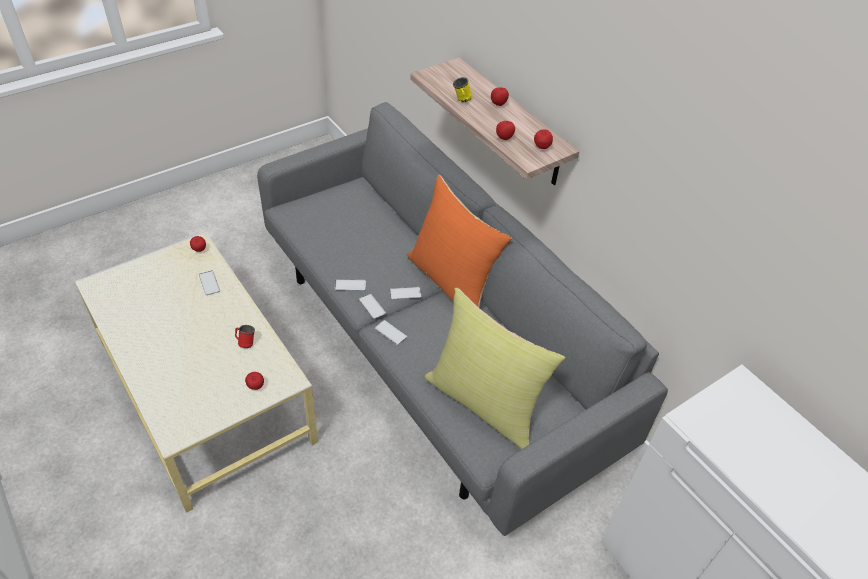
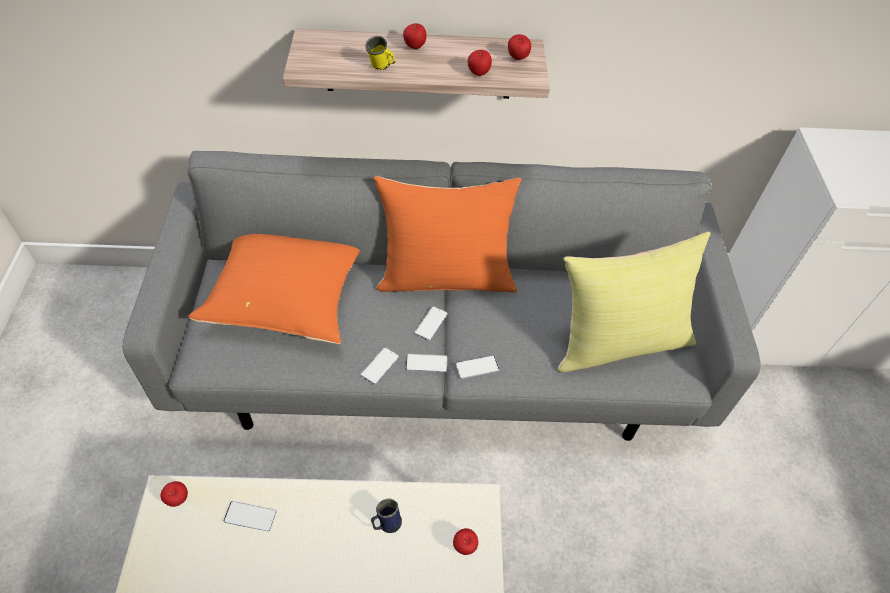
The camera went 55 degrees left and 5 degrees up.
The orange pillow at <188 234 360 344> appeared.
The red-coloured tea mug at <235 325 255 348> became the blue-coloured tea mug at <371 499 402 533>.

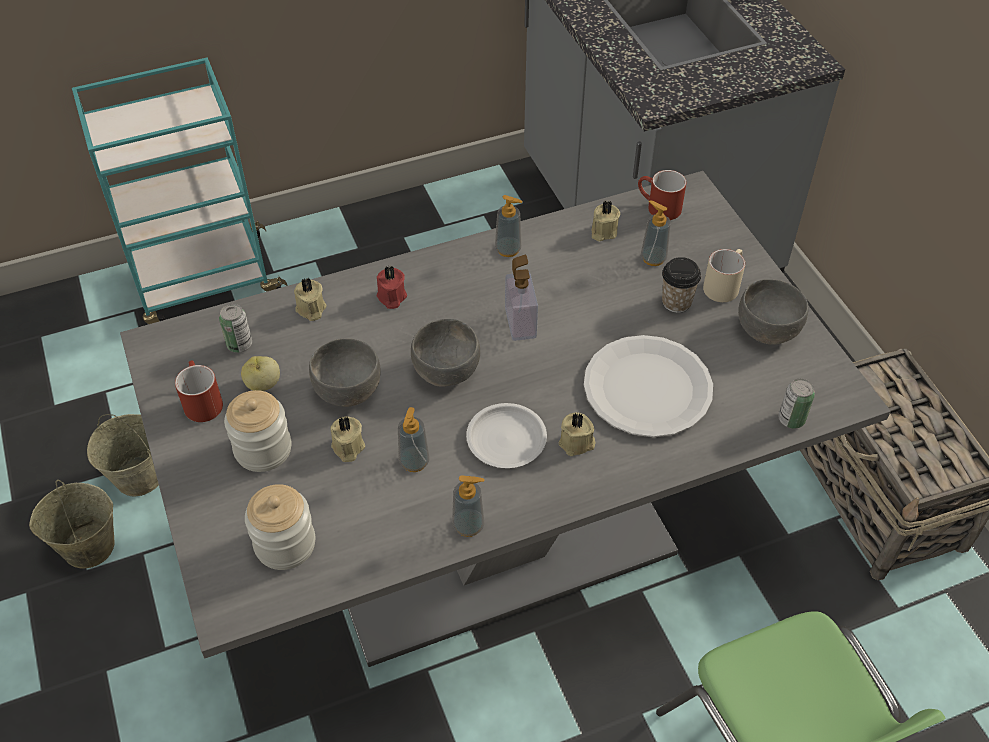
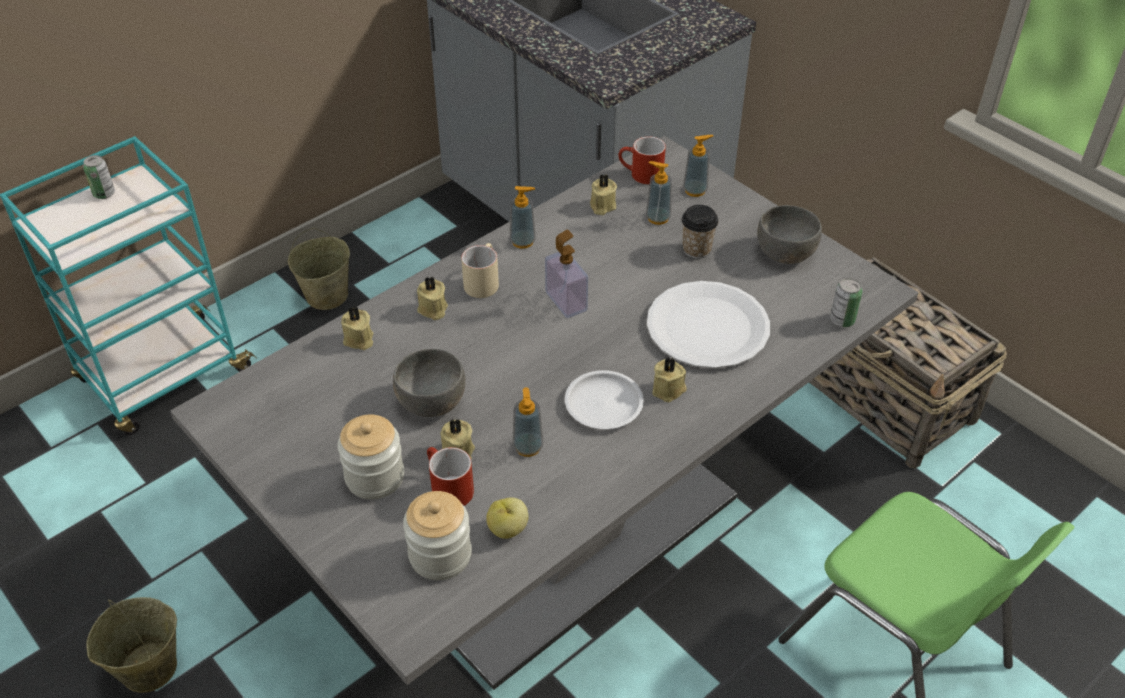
The camera went 20 degrees left and 5 degrees down.
The can moved from <219 304 252 353> to <83 155 115 199>.
The sand-coloured water bucket moved from <87 414 159 497> to <288 228 350 310>.
The red-coloured candle at <377 266 407 309> became the sand-coloured candle at <417 276 448 320>.
The red-coloured tea mug moved from <175 361 223 422> to <427 447 474 506>.
The sand-coloured tea mug moved from <703 249 745 302> to <461 243 499 298>.
The whole apple moved from <241 356 280 391> to <486 497 528 539>.
The soap bottle moved from <452 475 485 537> to <683 135 713 197>.
The grey deep dish at <411 319 480 387> disappeared.

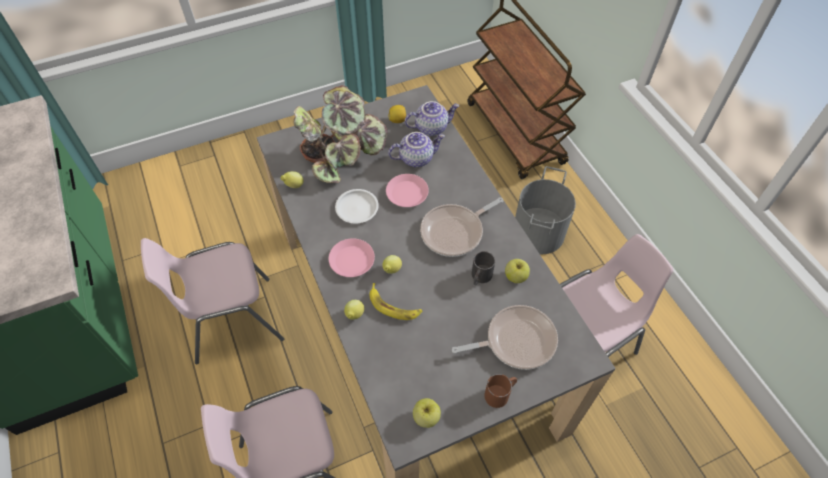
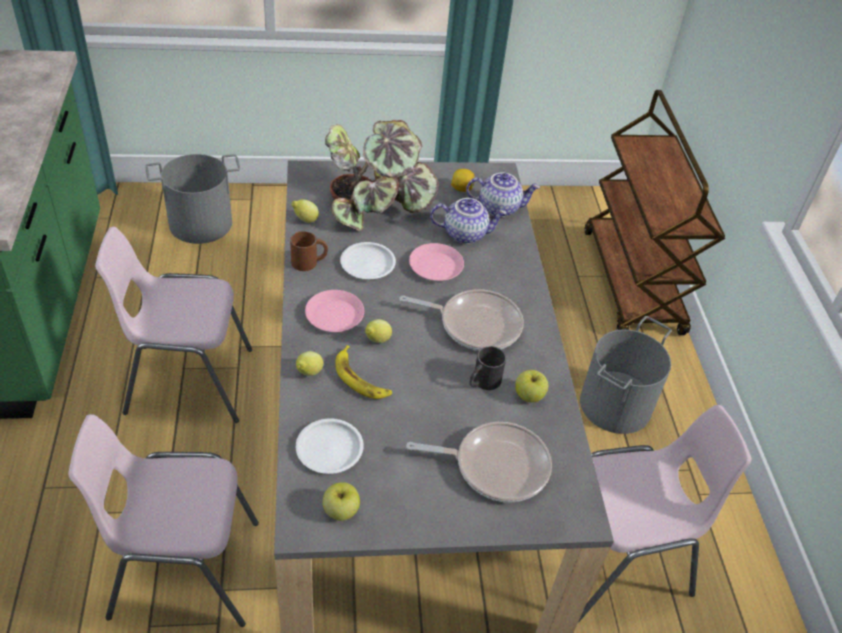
The camera went 15 degrees right and 10 degrees down.
The grey water bucket at <146 154 240 244> appeared.
The brown-coloured tea mug moved from <484 374 517 408> to <290 231 328 271>.
The whitish flat dish at <296 419 364 474> appeared.
The skillet at <420 197 504 257> turned 150 degrees counterclockwise.

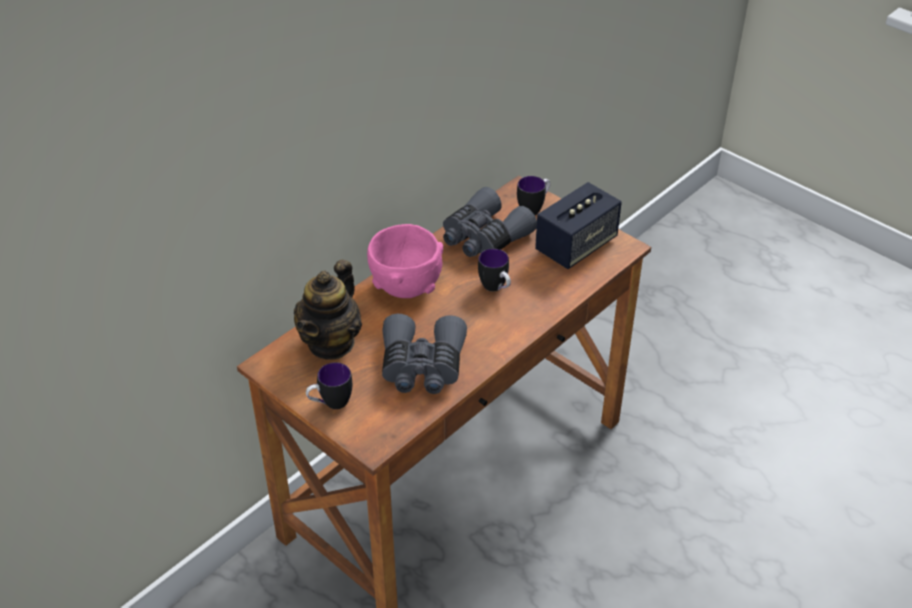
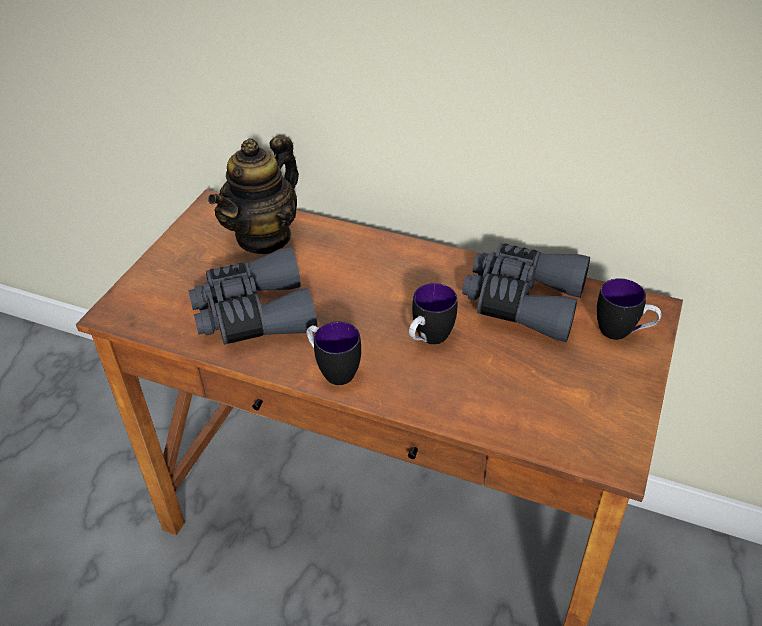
The camera went 70 degrees right and 0 degrees up.
The pot for tea at <294 259 362 360> turned 60 degrees counterclockwise.
The tea mug moved from <306 362 352 409> to <306 321 361 385>.
The pink deep dish at <367 224 443 298> disappeared.
The speaker at <535 182 622 269> disappeared.

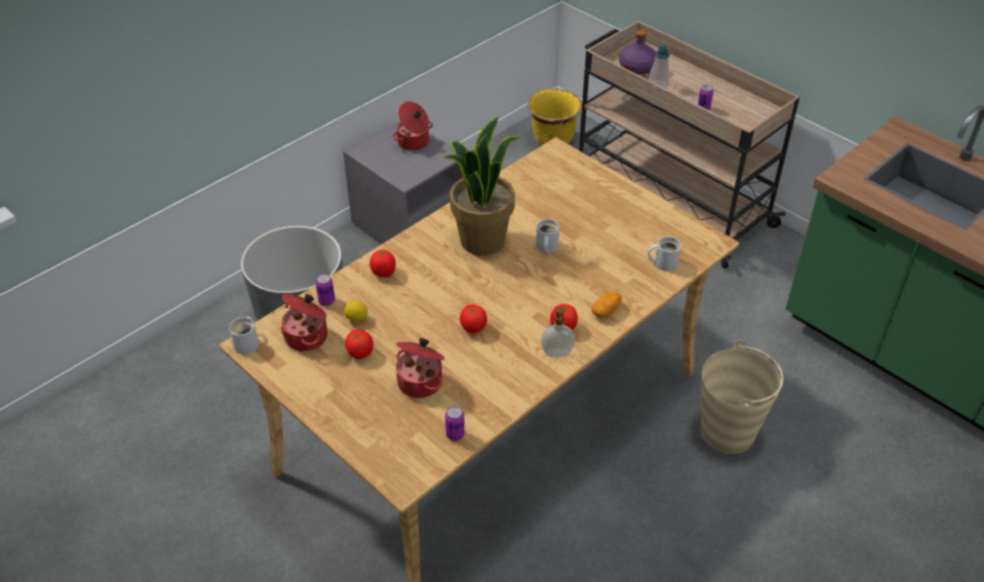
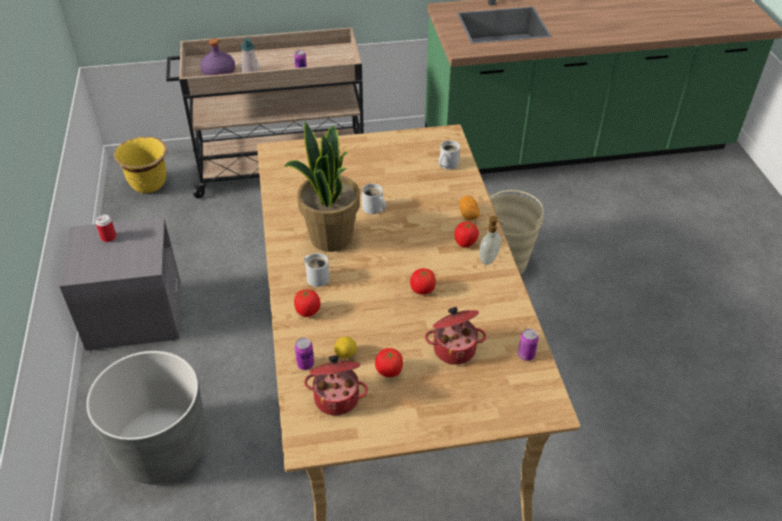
The camera went 55 degrees left and 0 degrees up.
The saucepot at <392 101 433 150> was replaced by the can at <95 214 116 242>.
The whitish tea mug moved from <229 317 259 354> to <304 253 329 287>.

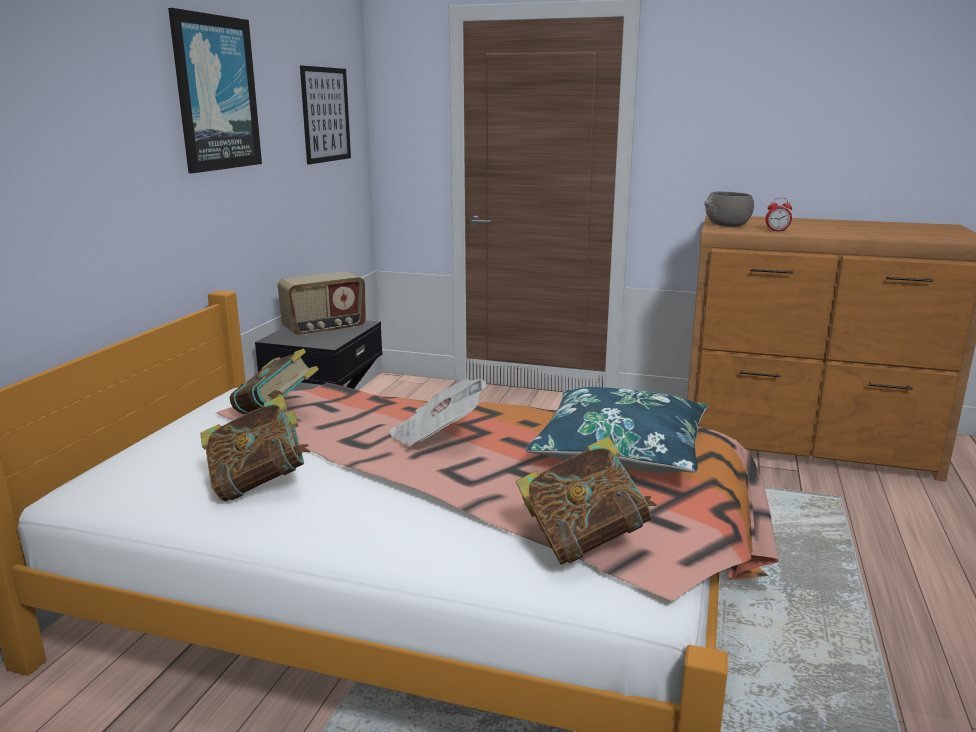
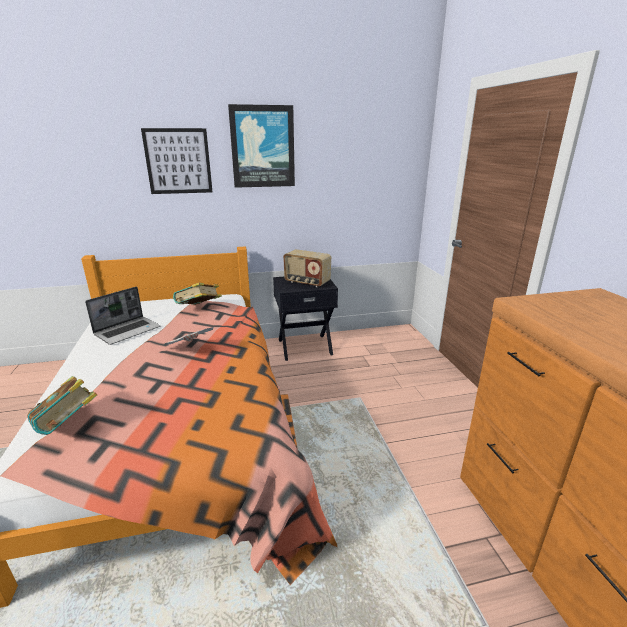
The camera went 60 degrees right and 5 degrees up.
The bound book at <200 395 311 502> was replaced by the notebook computer at <85 287 160 345>.
The wall picture moved from <300 66 351 164> to <141 128 213 194>.
The blue-coloured pillow at <526 387 707 473> disappeared.
The grey deep dish at <704 191 754 227> disappeared.
The bedside clock at <765 198 792 232> disappeared.

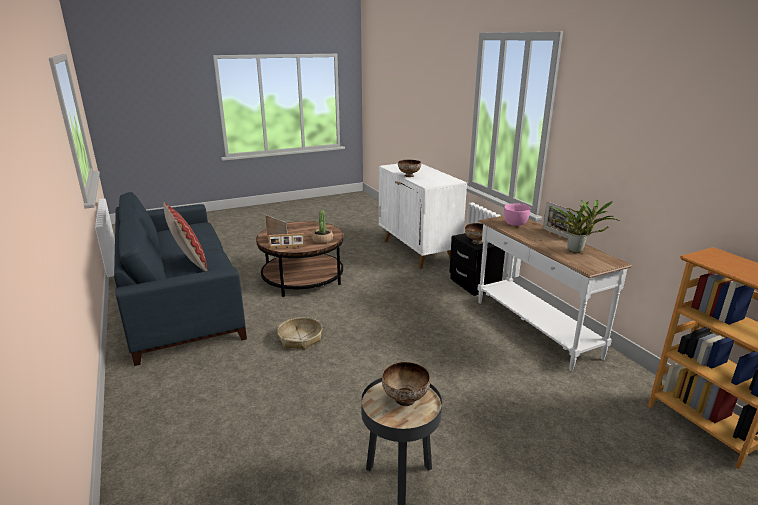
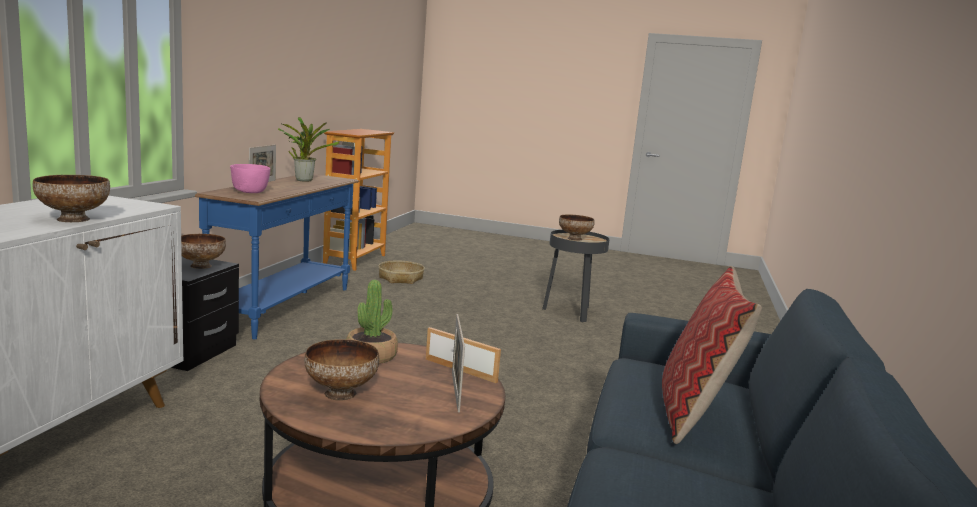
The camera went 140 degrees left and 10 degrees down.
The whitish hall table at <477 216 632 371> became the blue-coloured hall table at <195 174 359 340>.
The deep dish at <304 339 379 401> appeared.
The household basket moved from <277 317 322 350> to <378 261 425 284>.

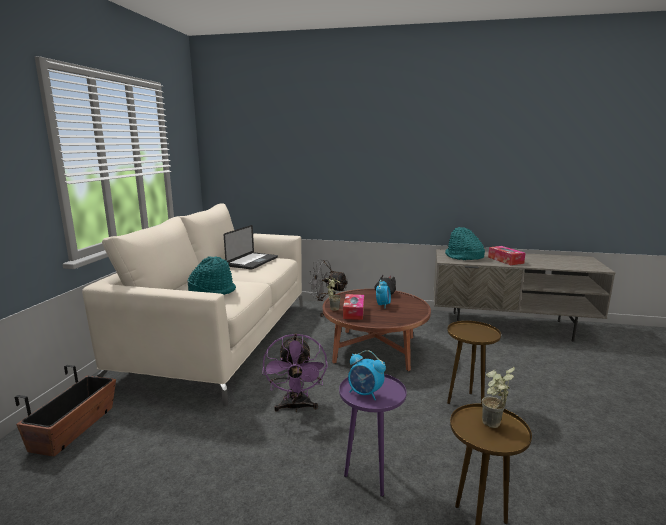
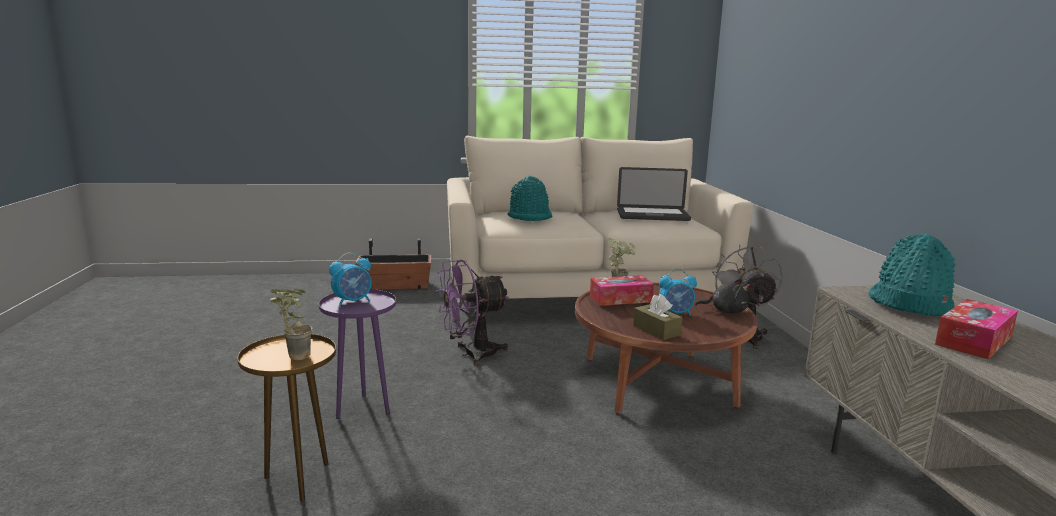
The camera went 70 degrees right and 0 degrees up.
The bedside clock at <348 350 386 400> turned 135 degrees counterclockwise.
The brown-coloured tissue box at <633 294 682 340> appeared.
The brown-coloured accent table at <447 321 501 404> disappeared.

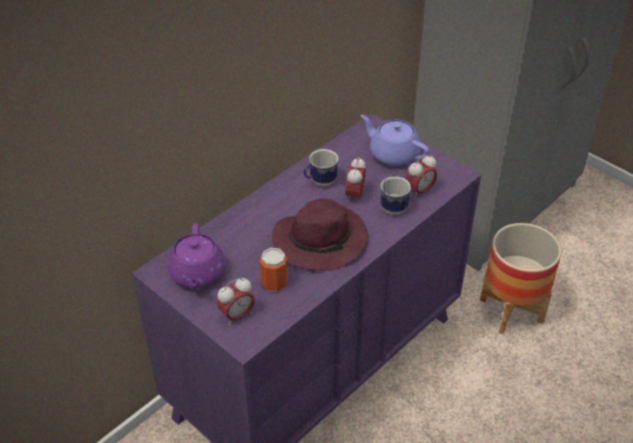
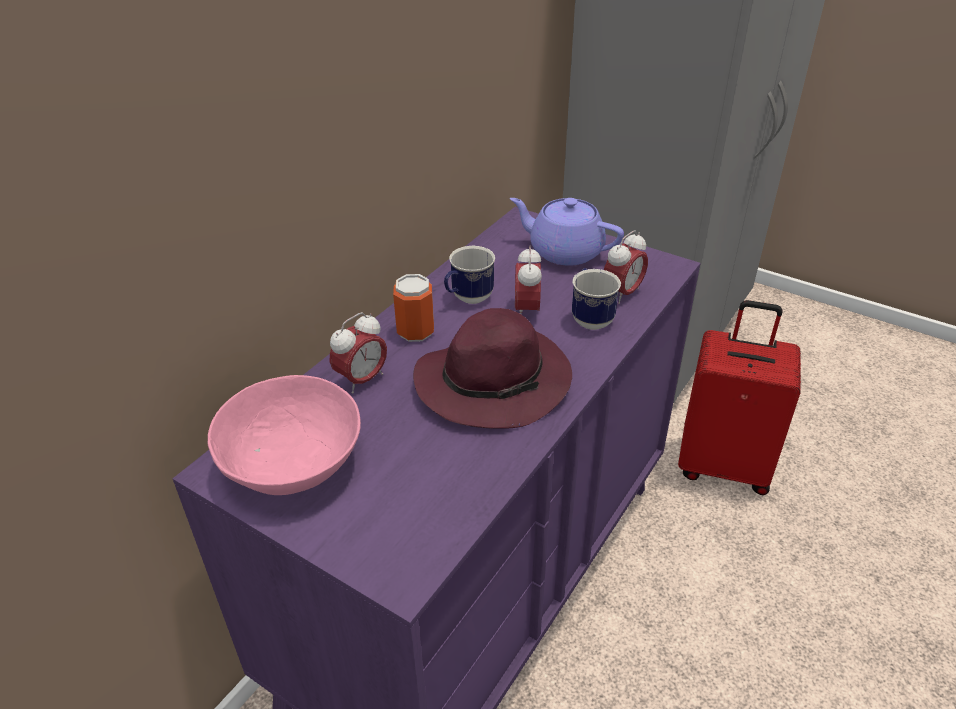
The camera went 10 degrees left and 5 degrees down.
The purplish pot for tea at <168 223 226 290> was replaced by the pink deep dish at <208 375 361 495>.
The bedside clock moved from <217 278 255 325> to <330 312 387 394>.
The can moved from <260 248 288 292> to <393 274 434 342>.
The flower pot at <480 223 561 335> was replaced by the red-coloured piece of luggage at <678 300 801 495>.

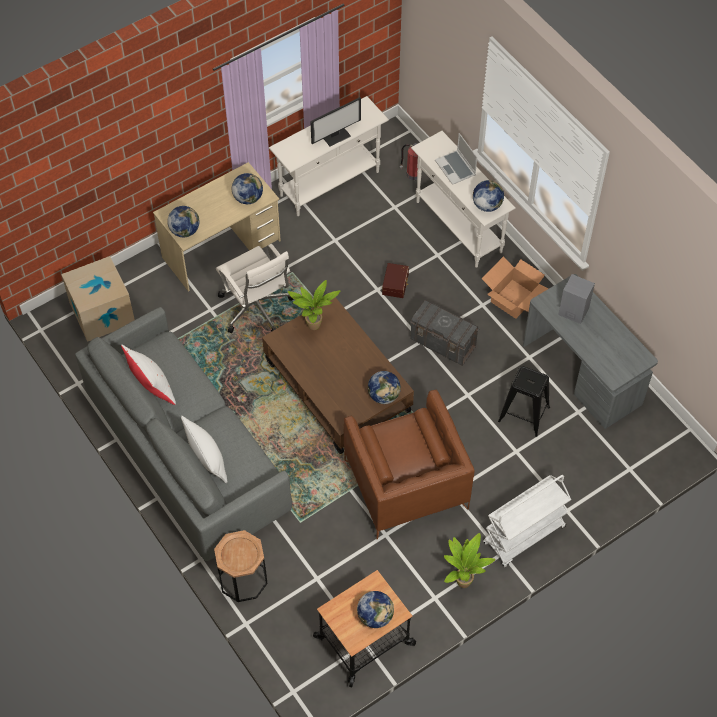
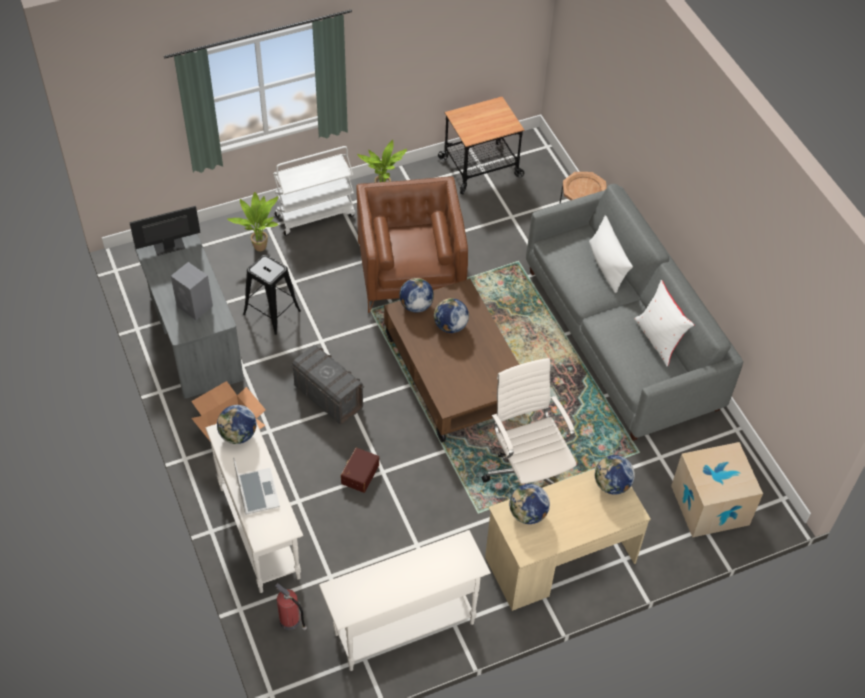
The camera went 170 degrees left and 5 degrees down.
The computer display moved from <310 97 361 147> to <129 206 201 256>.
The houseplant moved from <288 280 340 330> to <227 192 279 251>.
The world globe moved from <357 591 394 628> to <434 298 469 333>.

